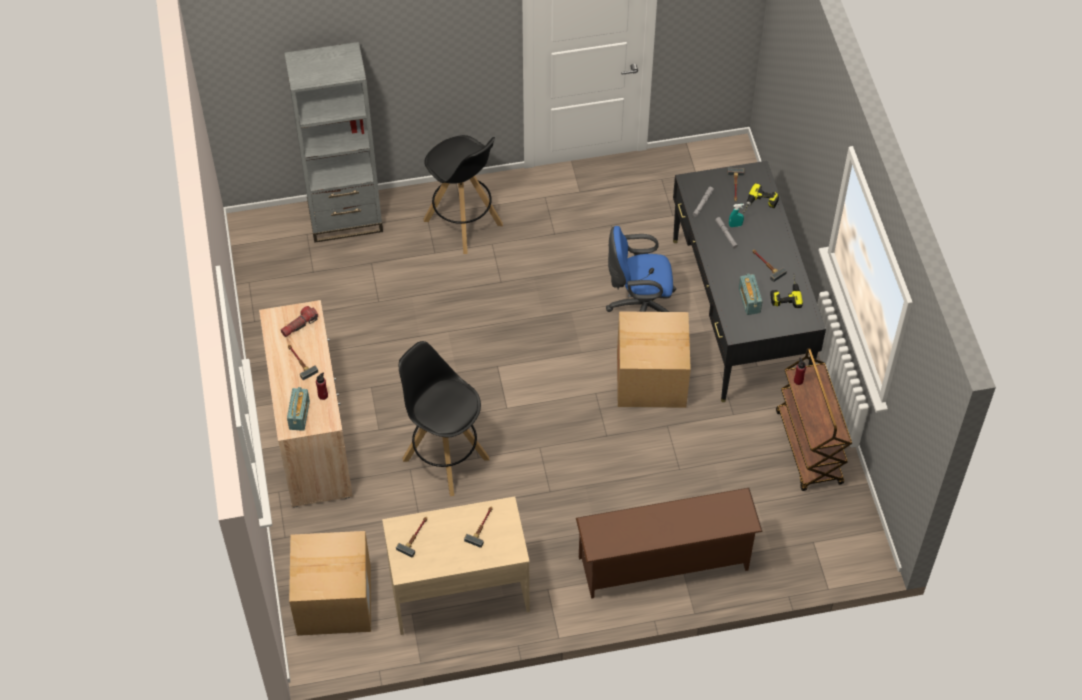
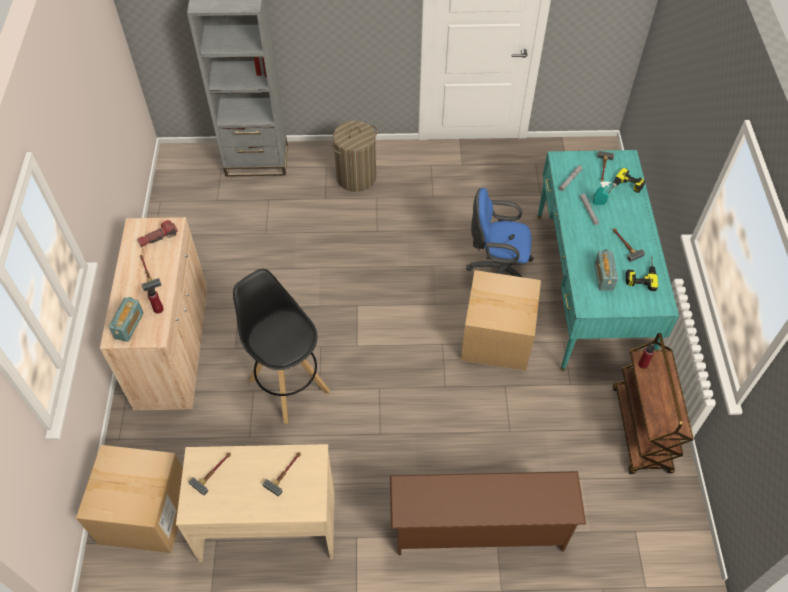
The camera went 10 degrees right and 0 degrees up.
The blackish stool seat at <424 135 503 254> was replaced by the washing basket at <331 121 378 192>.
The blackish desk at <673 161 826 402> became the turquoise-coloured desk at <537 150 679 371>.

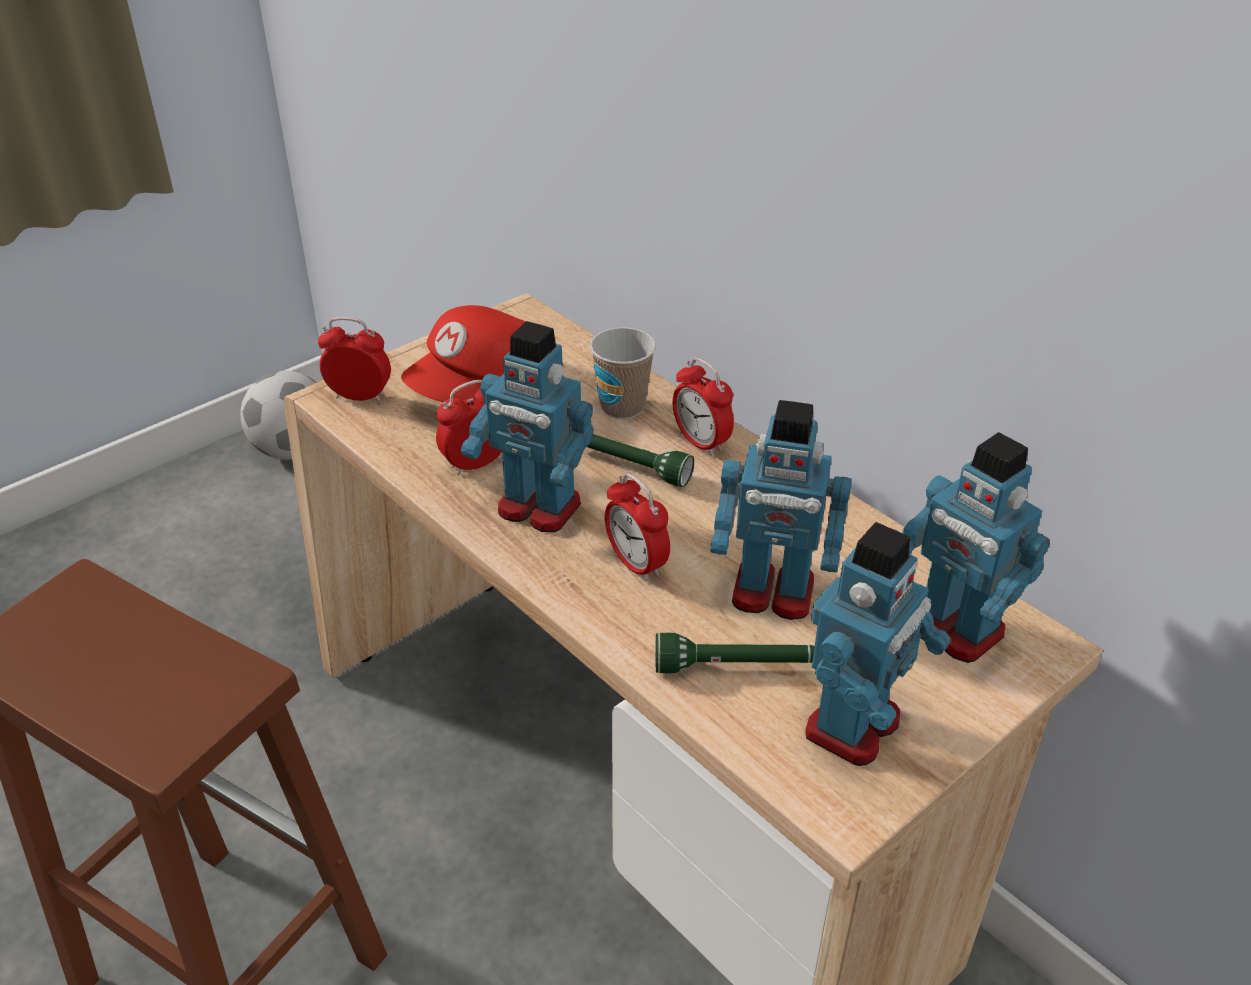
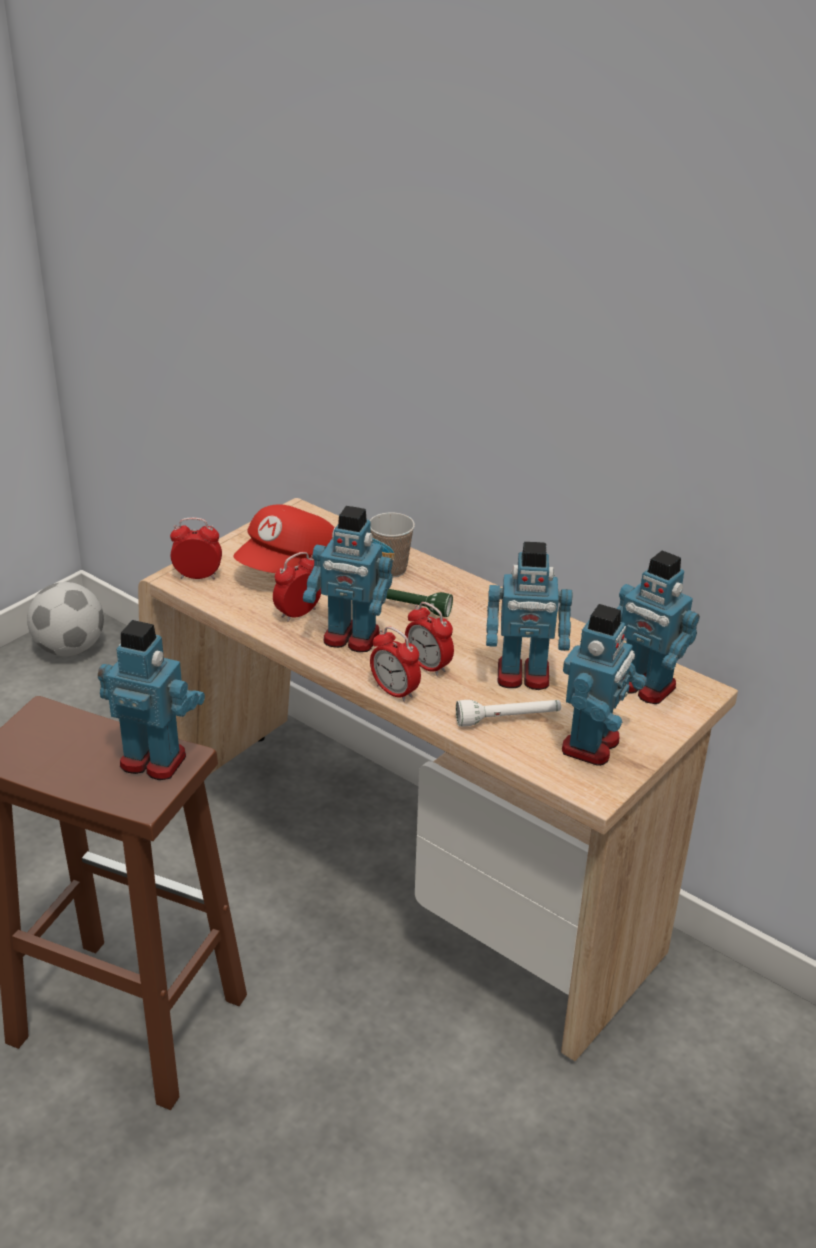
The camera went 10 degrees left and 5 degrees down.
The toy robot at <98 620 205 780> appeared.
The bedside clock moved from <672 357 734 456> to <370 626 421 702>.
The green-coloured hand torch at <655 633 815 673> became the whitish hand torch at <456 700 561 727>.

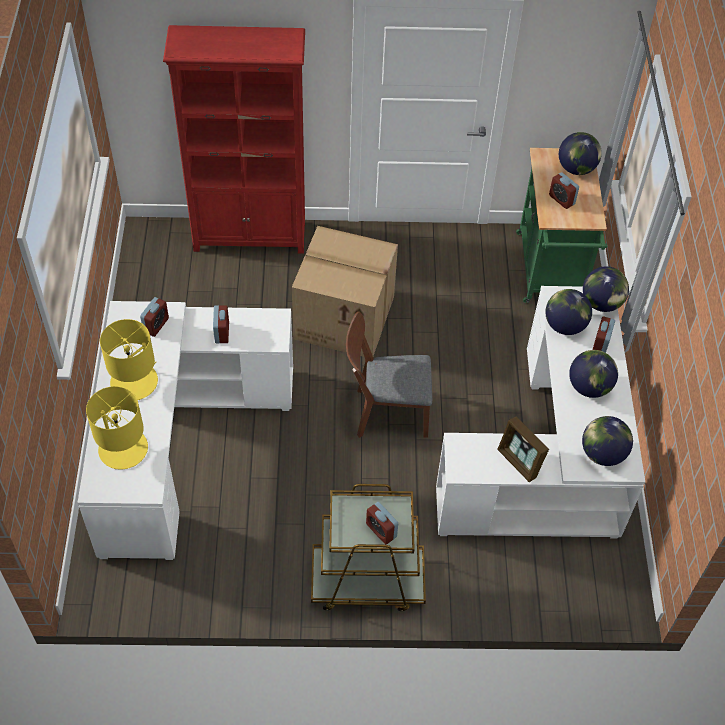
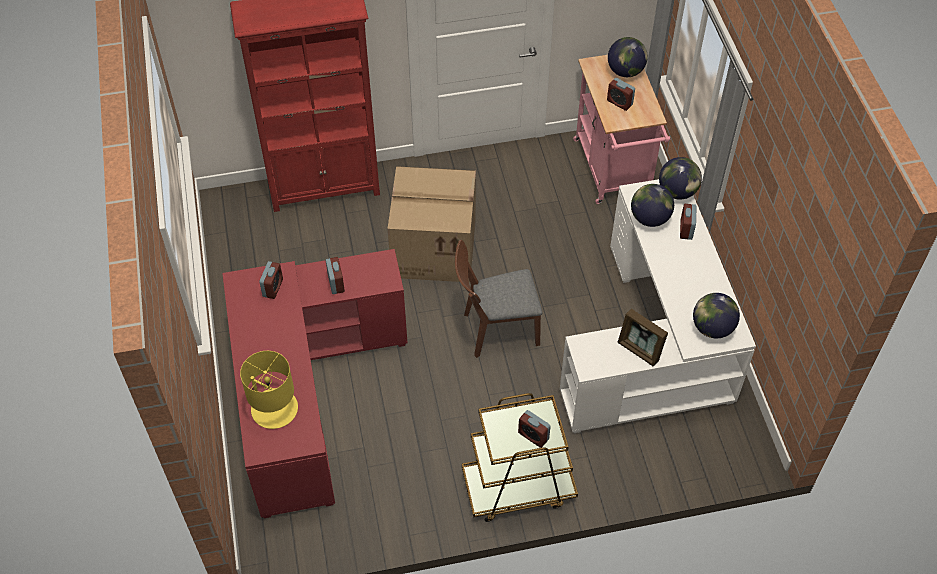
The camera went 10 degrees left and 0 degrees up.
The whitish desk at <78 301 293 560> became the red-coloured desk at <222 249 408 518>.
The green-coloured trolley at <516 148 608 303> became the pink trolley at <573 55 671 204>.
The yellowish table lamp at <100 319 158 400> disappeared.
The world globe at <569 350 618 398> disappeared.

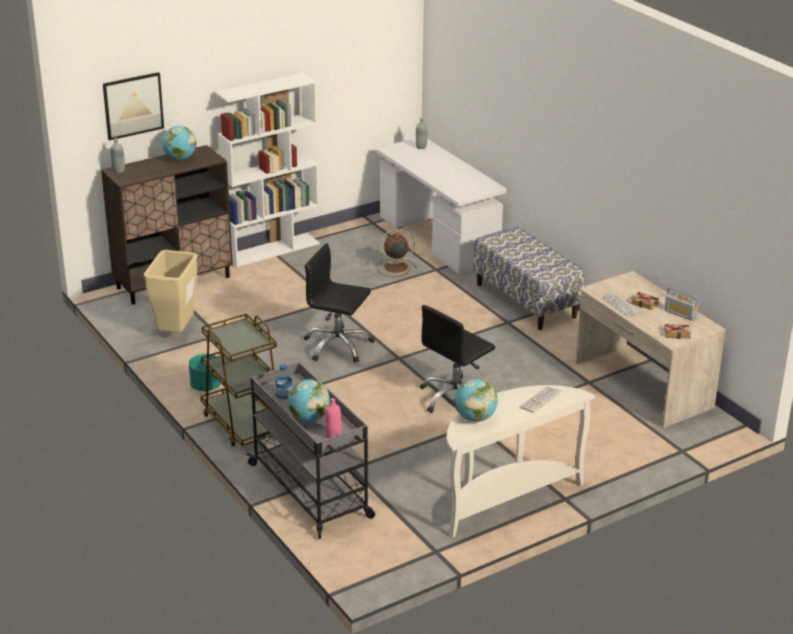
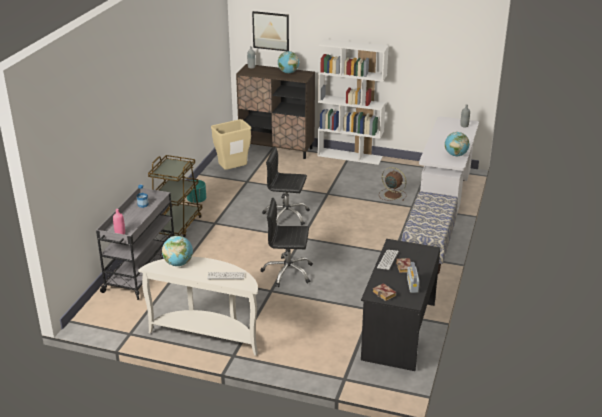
The camera went 50 degrees right and 0 degrees up.
The blackish office chair at <304 243 375 363> turned 60 degrees counterclockwise.
The sand-coloured desk at <575 271 726 428> became the blackish desk at <361 239 440 371>.
The world globe moved from <287 379 330 422> to <445 132 470 156>.

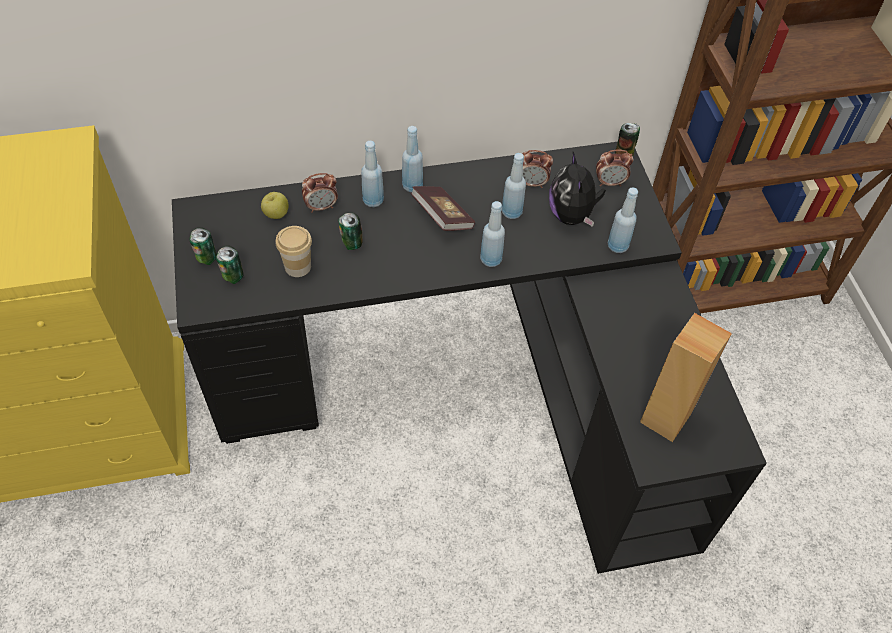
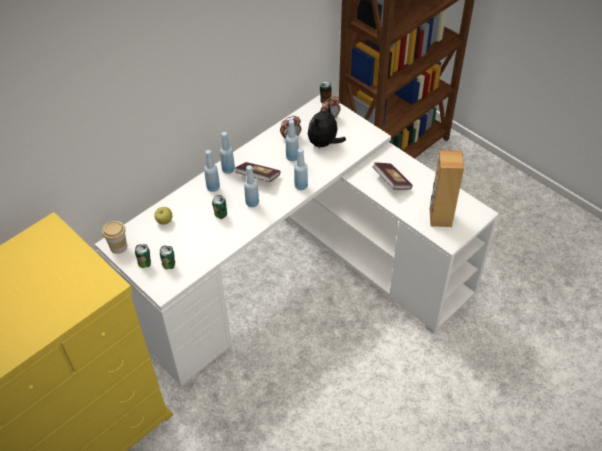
The camera went 30 degrees left and 5 degrees down.
The blackish desk at <172 142 767 574> became the whitish desk at <95 95 499 387>.
The small cup moved from <275 226 312 277> to <102 221 127 254>.
The blue-coloured bottle moved from <608 187 638 253> to <244 165 259 207>.
The cuddly toy at <549 152 606 227> turned 75 degrees clockwise.
The bound book at <372 162 413 190> appeared.
The bedside clock at <302 173 338 213> disappeared.

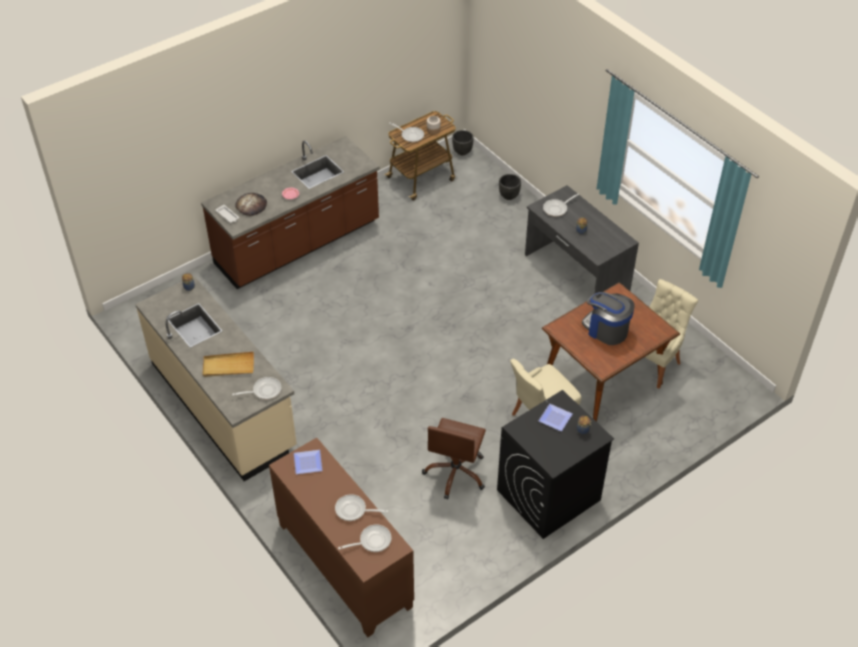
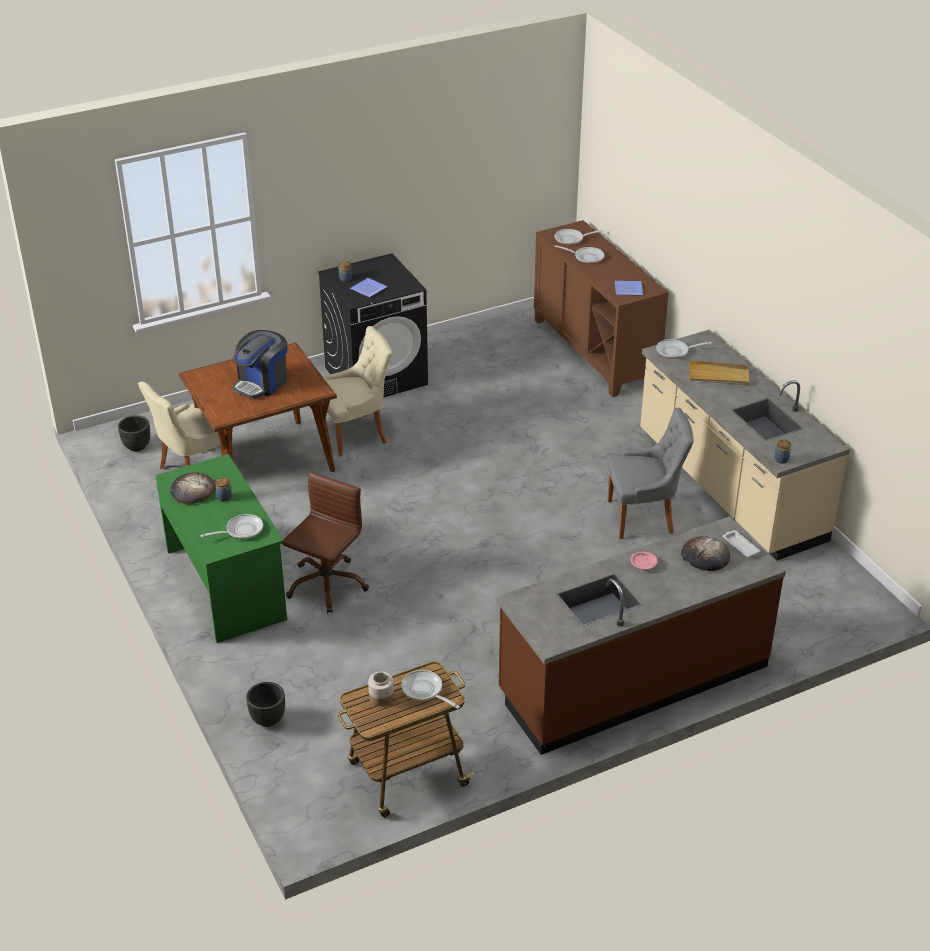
The camera went 170 degrees left and 10 degrees down.
The blackish flower pot moved from <452 130 474 155> to <118 415 150 452>.
The grey desk at <525 185 639 294> became the green-coloured desk at <155 454 287 643>.
The bakery bread at <170 472 216 504> appeared.
The coffee machine at <582 292 635 345> turned 75 degrees clockwise.
The brown-coloured office chair moved from <422 418 486 499> to <283 471 369 613>.
The grey chair at <608 408 694 539> appeared.

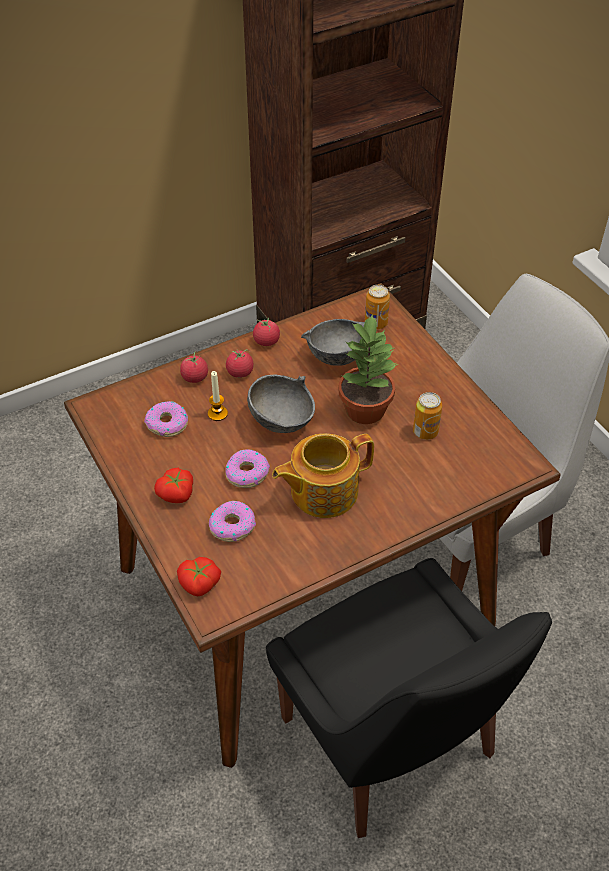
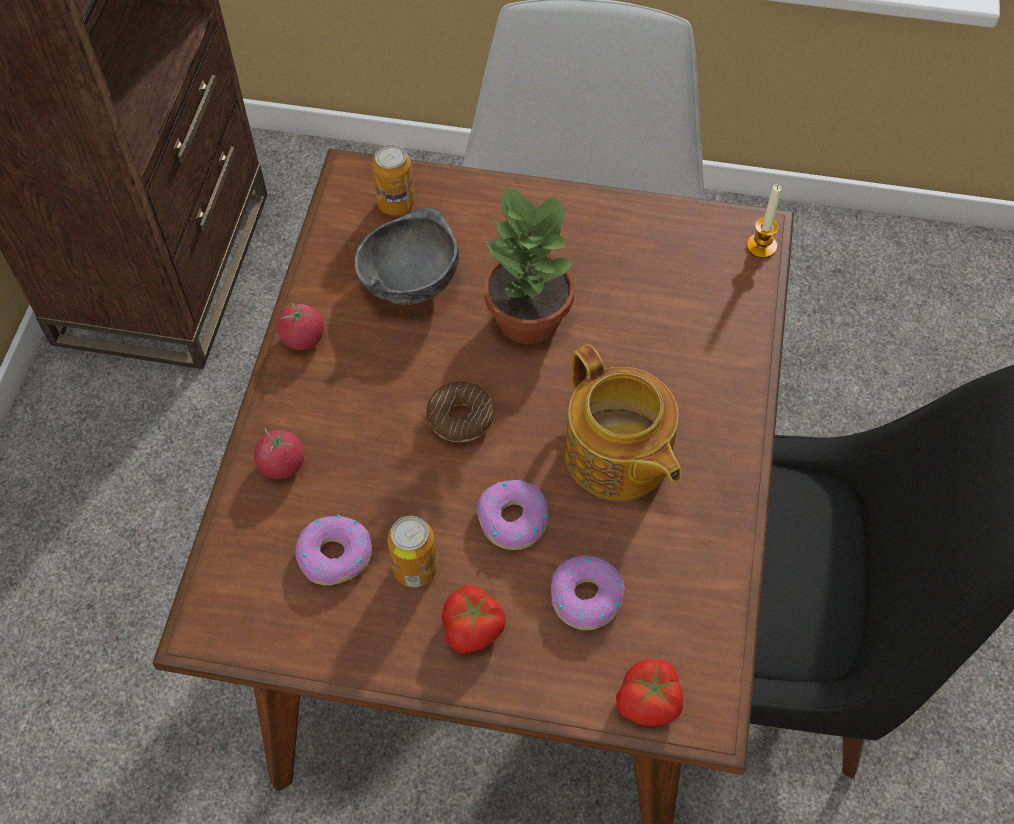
The camera went 50 degrees left and 10 degrees up.
The can moved from <413 392 442 440> to <387 516 438 588>.
The grey deep dish at <247 374 315 433> was replaced by the donut at <426 381 494 442>.
The pot for tea at <272 433 374 518> turned 45 degrees counterclockwise.
The candle moved from <208 371 228 421> to <746 184 781 258>.
The fresh tomato at <226 349 254 378> disappeared.

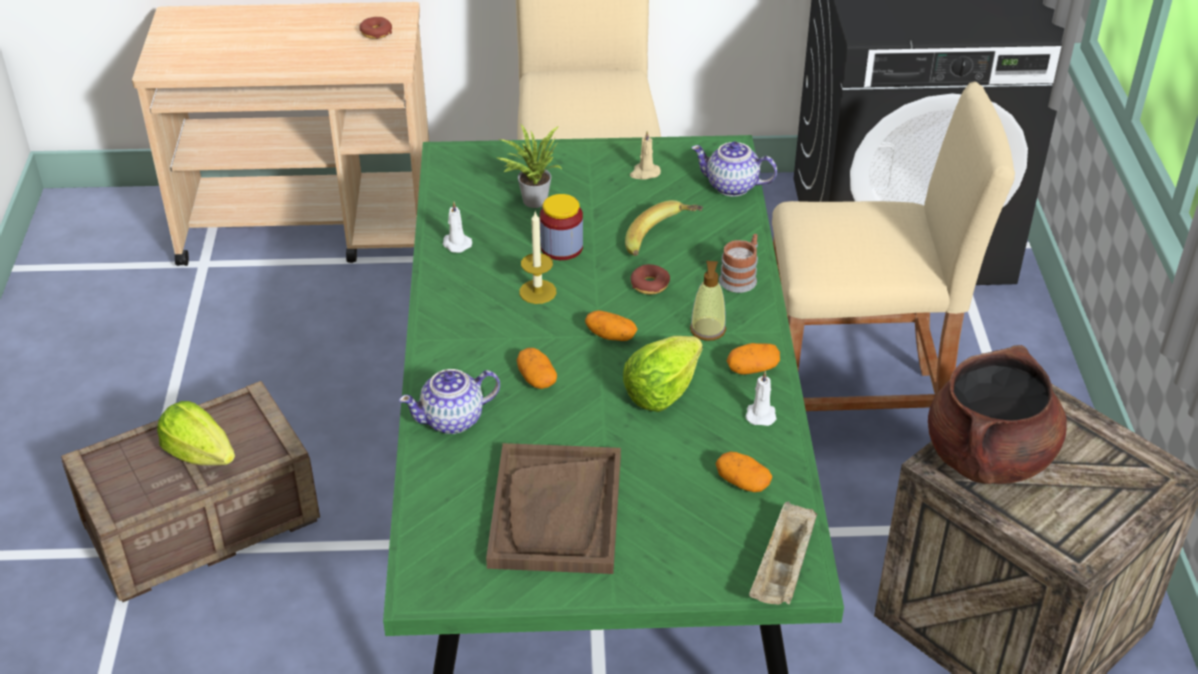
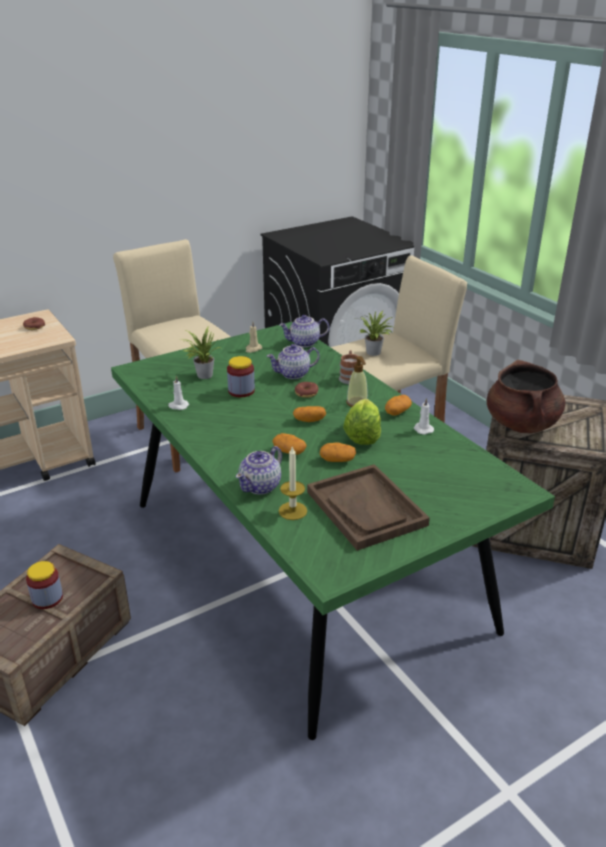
The camera went 30 degrees left and 10 degrees down.
The lettuce at <157 401 235 465> was replaced by the preserve jar at <26 561 63 609>.
The whole banana at <625 200 703 256> was replaced by the pot for tea at <266 344 320 379>.
The candle moved from <519 212 556 304> to <279 447 307 520>.
The potato moved from <716 451 772 492> to <320 443 356 462>.
The houseplant at <359 311 396 356> appeared.
The sand-coloured serving tray at <749 501 817 605> disappeared.

